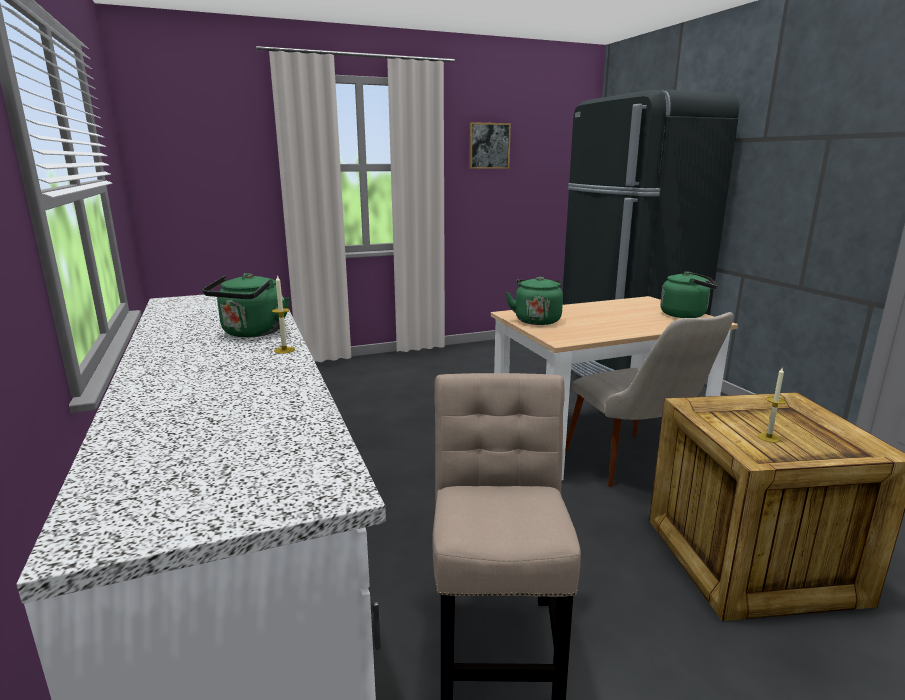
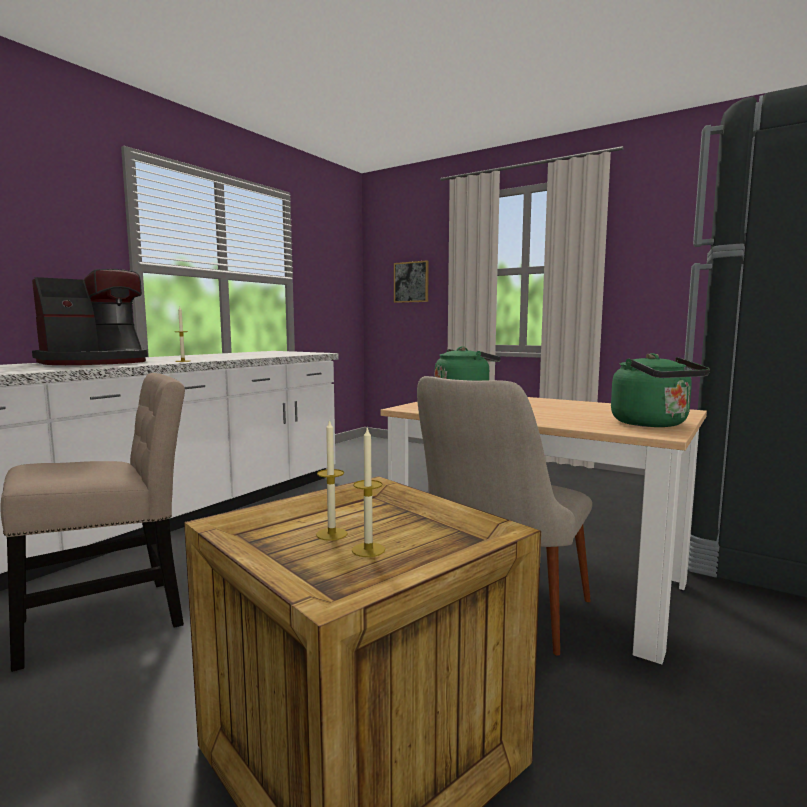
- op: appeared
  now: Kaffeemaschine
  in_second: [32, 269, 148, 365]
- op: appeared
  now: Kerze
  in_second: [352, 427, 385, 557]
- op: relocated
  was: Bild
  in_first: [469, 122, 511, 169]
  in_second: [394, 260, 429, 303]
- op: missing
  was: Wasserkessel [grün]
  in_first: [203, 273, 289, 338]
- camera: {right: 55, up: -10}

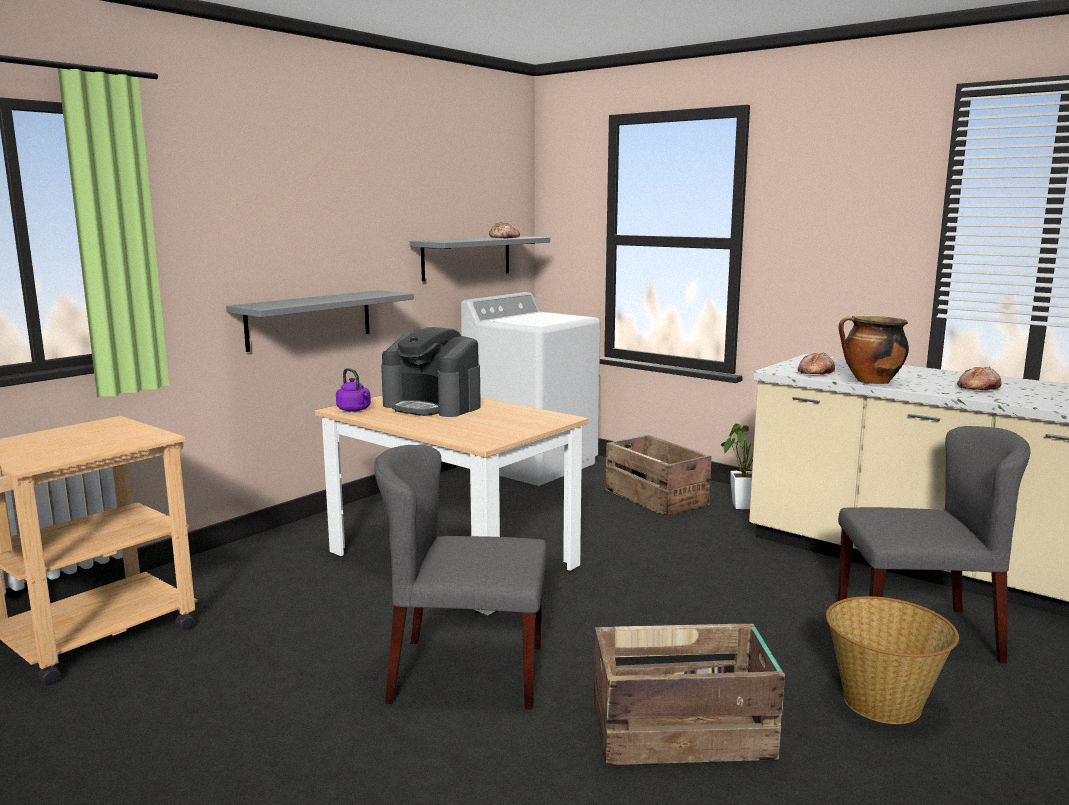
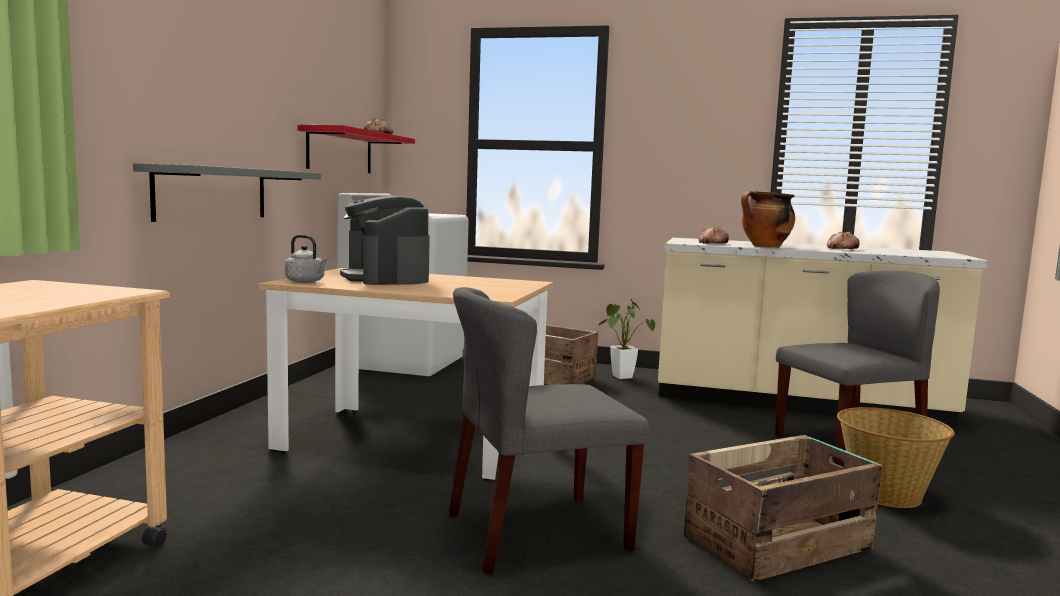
- op: colour
  was: Wasserkessel [lila]
  now: Wasserkessel [grau]
  in_first: [336, 368, 371, 412]
  in_second: [285, 235, 328, 283]
- op: colour
  was: Wandregal [grau]
  now: Wandregal [rot]
  in_first: [410, 236, 550, 281]
  in_second: [298, 125, 415, 173]
- op: spun
  was: Kaffeemaschine
  in_first: [381, 327, 481, 417]
  in_second: [340, 196, 430, 285]
  clockwise: 60
- camera: {right: -25, up: -5}

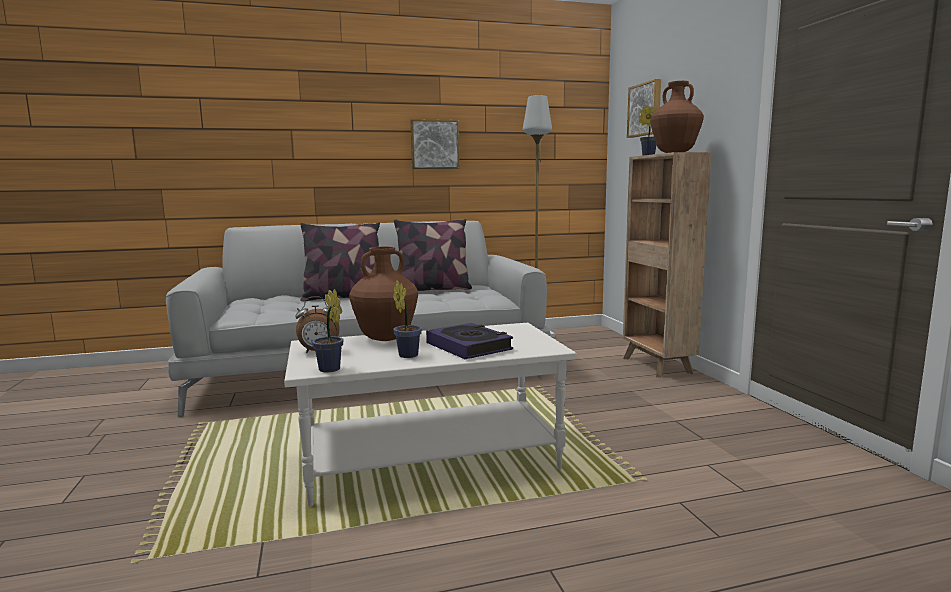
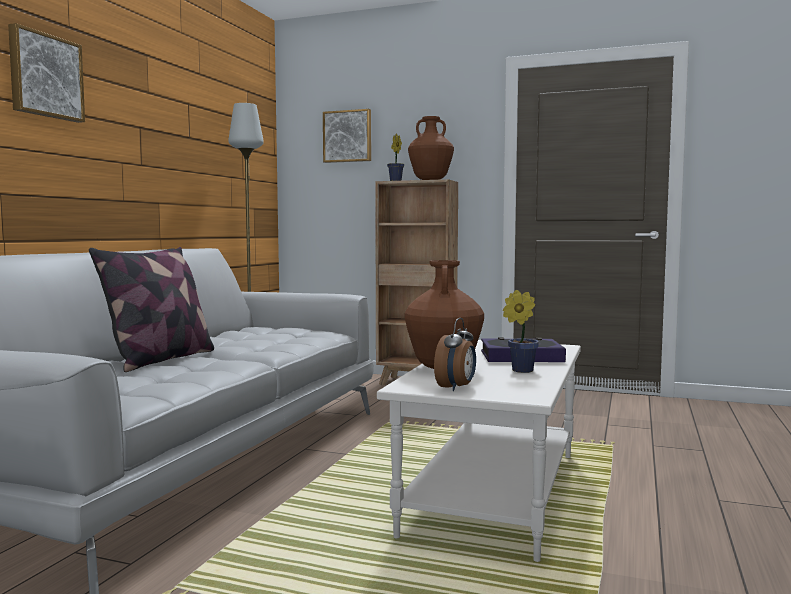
- op: relocated
  was: Bild
  in_first: [410, 119, 460, 169]
  in_second: [8, 23, 85, 123]
- op: missing
  was: Topfpflanze
  in_first: [312, 289, 343, 372]
- op: missing
  was: Kissen
  in_first: [394, 219, 472, 291]
- camera: {right: -55, up: -5}

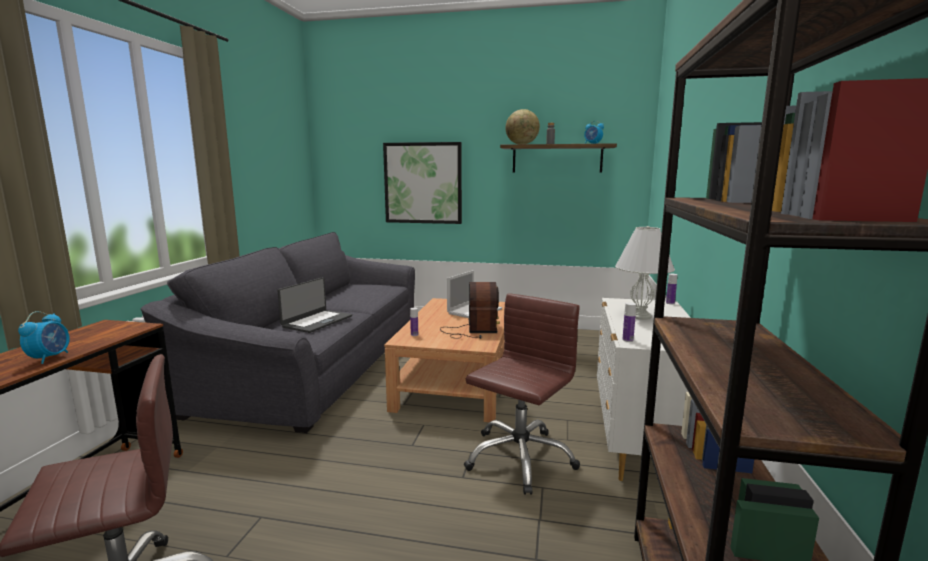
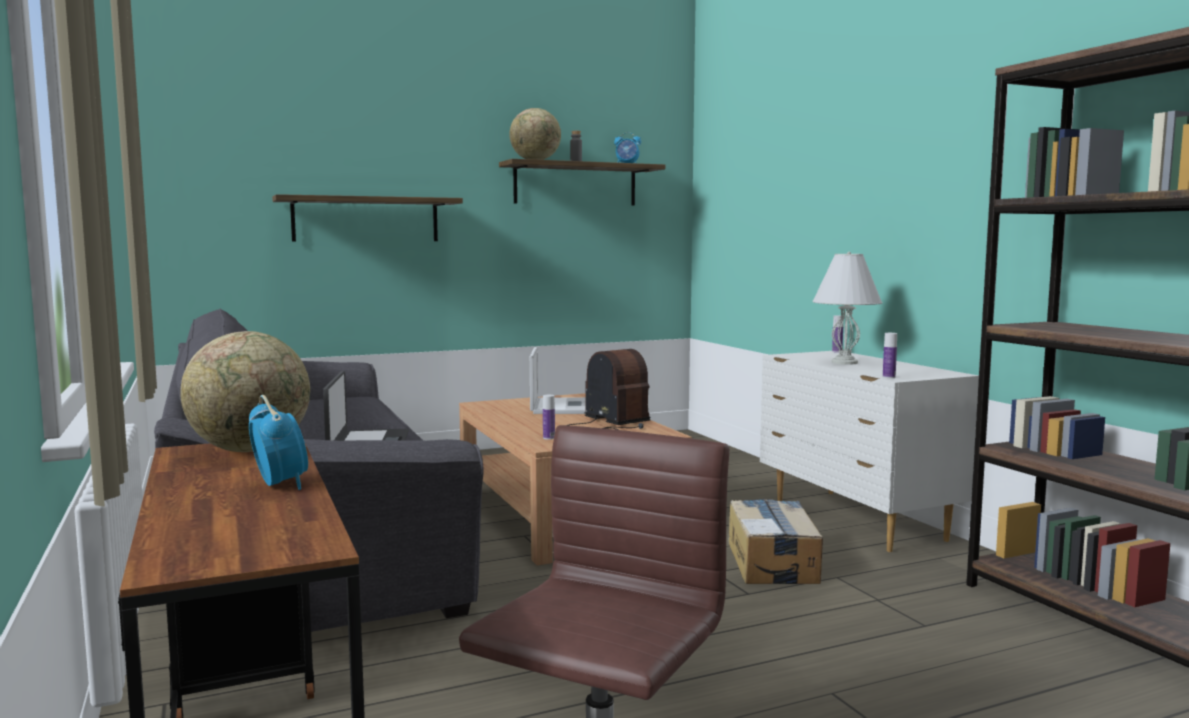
- op: appeared
  now: Globus
  in_second: [180, 331, 310, 452]
- op: exchanged
  was: Bild
  now: Wandregal
  in_first: [383, 142, 462, 224]
  in_second: [272, 194, 463, 241]
- op: exchanged
  was: Bürostuhl [braun]
  now: Karton
  in_first: [464, 293, 580, 495]
  in_second: [729, 499, 823, 584]
- camera: {right: -35, up: -5}

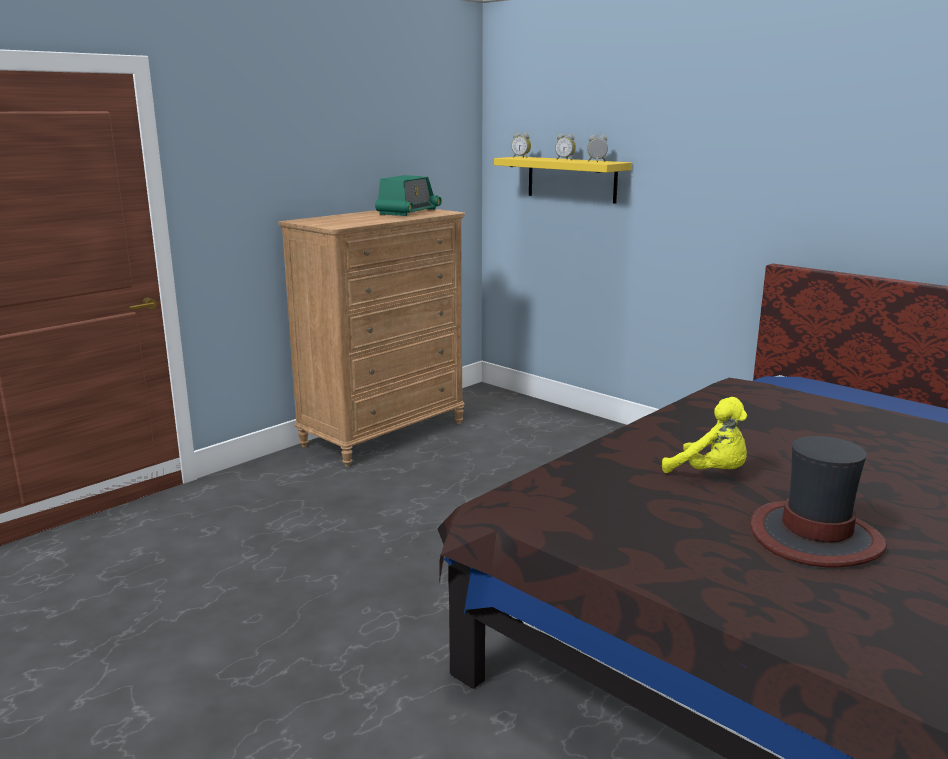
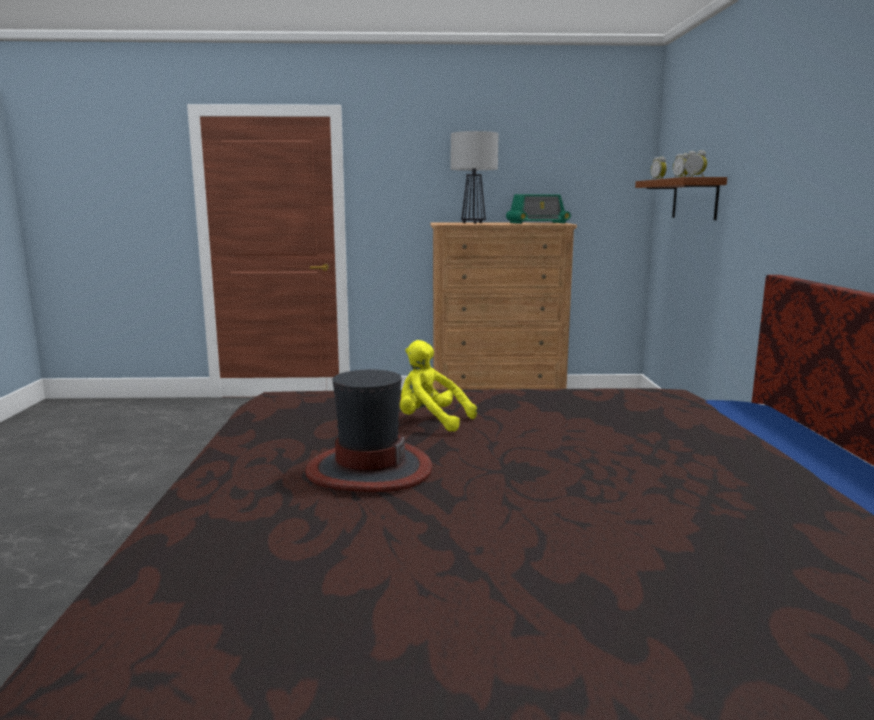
- op: spun
  was: Plüschtier [gelb]
  in_first: [662, 397, 747, 473]
  in_second: [400, 340, 477, 432]
  clockwise: 120
- op: appeared
  now: Tischlampe
  in_second: [451, 131, 498, 224]
- op: colour
  was: Wandregal [gelb]
  now: Wandregal [braun]
  in_first: [494, 156, 632, 204]
  in_second: [635, 177, 727, 220]
- camera: {right: 45, up: -5}

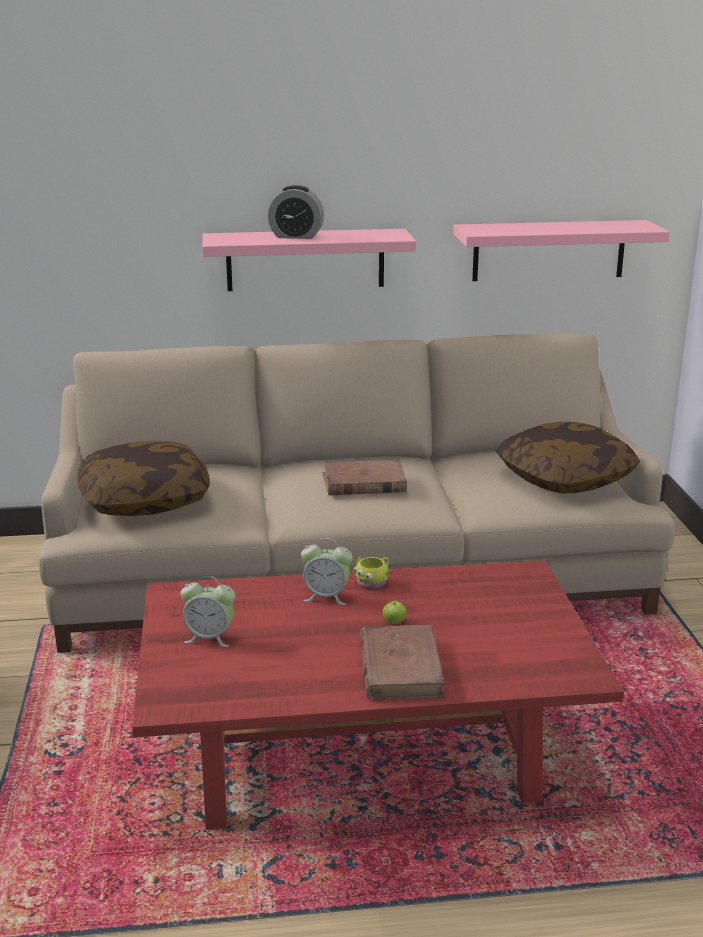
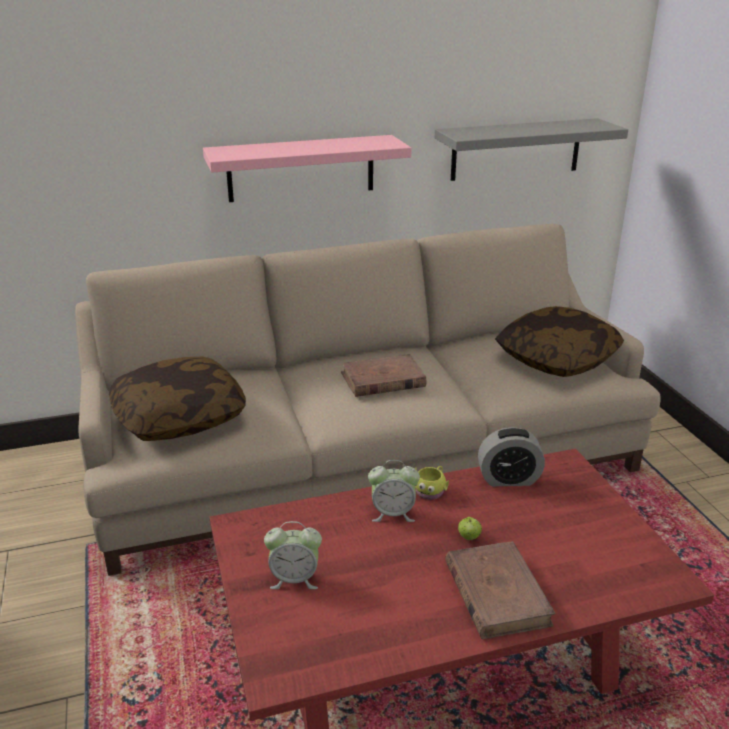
- op: colour
  was: Wandregal [rosa]
  now: Wandregal [grau]
  in_first: [453, 220, 670, 281]
  in_second: [435, 118, 628, 181]
- op: relocated
  was: Wecker
  in_first: [268, 185, 324, 239]
  in_second: [478, 427, 545, 486]
- camera: {right: -10, up: 5}

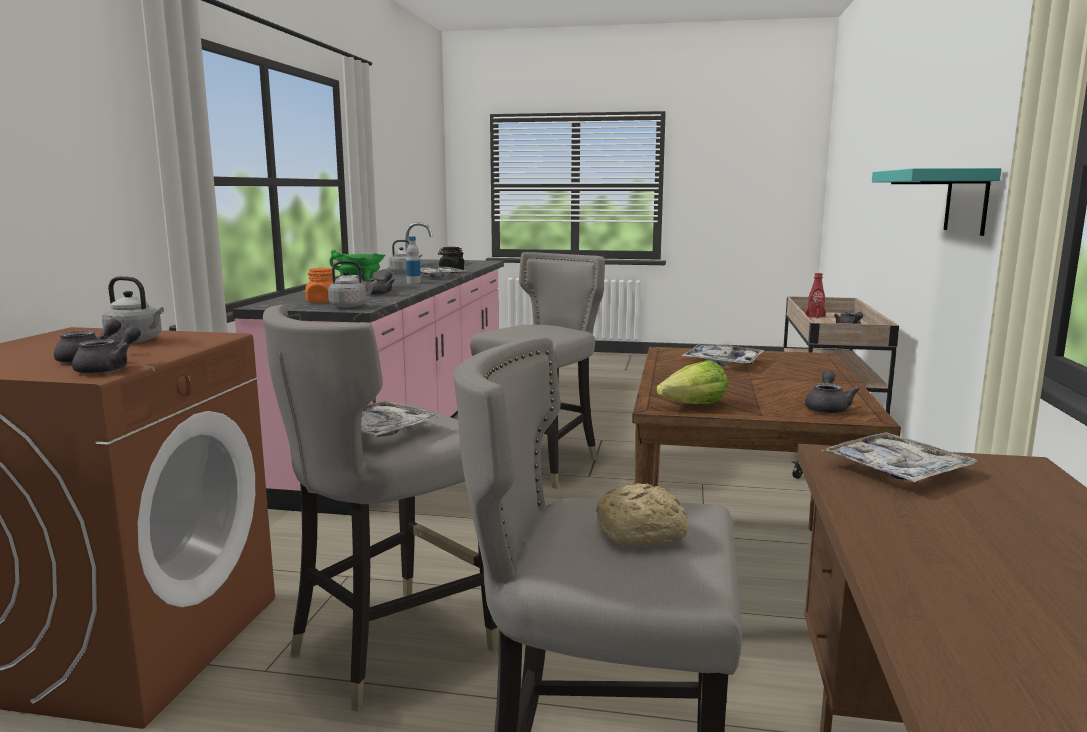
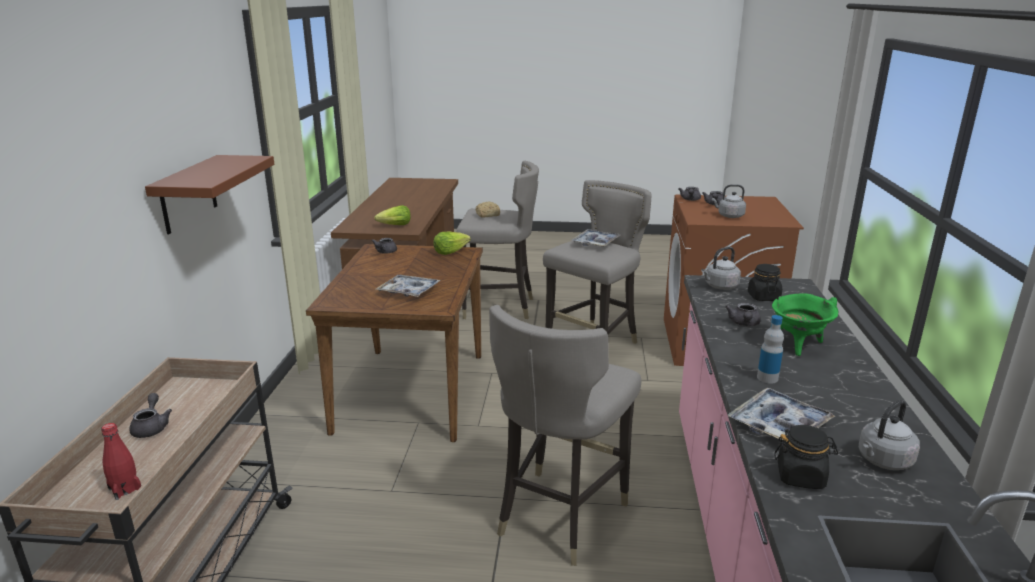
- op: colour
  was: Wandregal [türkis]
  now: Wandregal [braun]
  in_first: [872, 168, 1002, 236]
  in_second: [145, 155, 274, 234]
- op: exchanged
  was: Tablett
  now: Salatkopf
  in_first: [821, 432, 978, 482]
  in_second: [374, 205, 411, 225]
- op: colour
  was: Vorratsglas [orange]
  now: Vorratsglas [schwarz]
  in_first: [305, 268, 333, 303]
  in_second: [748, 264, 782, 301]
- camera: {right: 175, up: 10}

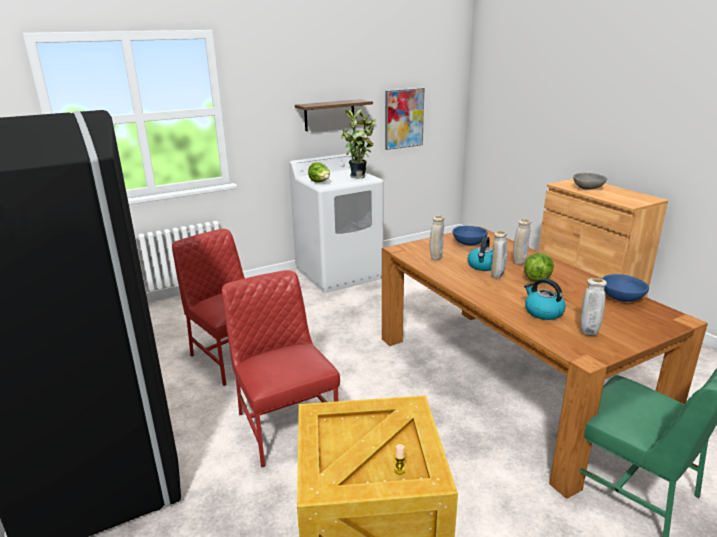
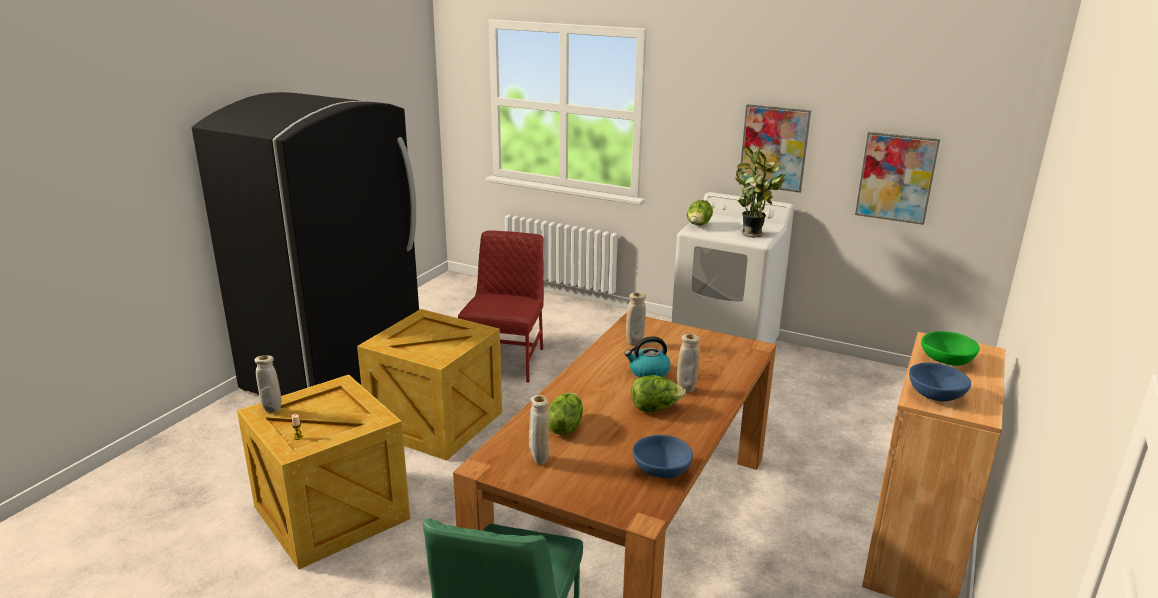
- op: relocated
  was: Vase [beige]
  in_first: [491, 231, 507, 279]
  in_second: [254, 355, 281, 412]
- op: exchanged
  was: Stuhl [rot]
  now: Kiste
  in_first: [222, 270, 340, 467]
  in_second: [357, 309, 502, 461]
- op: exchanged
  was: Wasserkessel
  now: Salatkopf
  in_first: [524, 278, 566, 320]
  in_second: [548, 393, 583, 435]
- op: exchanged
  was: Wandregal
  now: Bild
  in_first: [295, 99, 373, 131]
  in_second: [739, 104, 811, 193]
- op: relocated
  was: Schüssel [blau]
  in_first: [453, 226, 488, 246]
  in_second: [909, 363, 971, 401]
- op: colour
  was: Schüssel [grau]
  now: Schüssel [grün]
  in_first: [573, 173, 607, 190]
  in_second: [921, 331, 980, 366]
- camera: {right: 55, up: 0}

